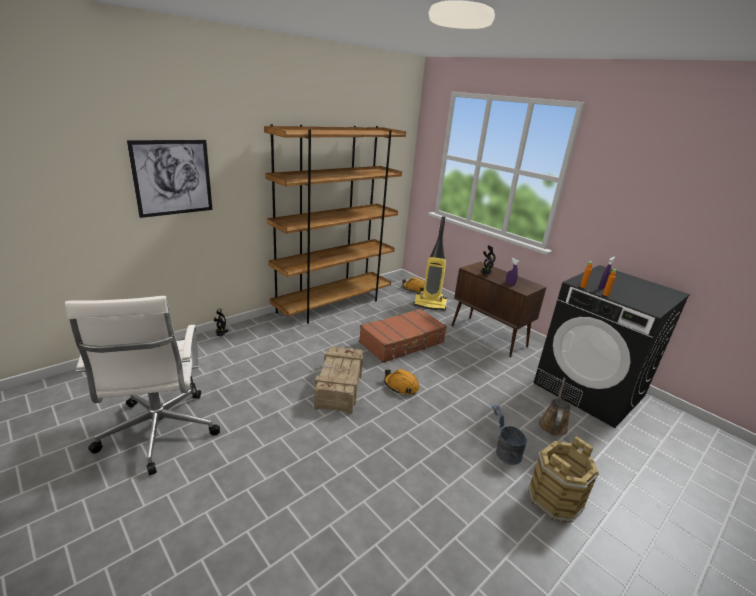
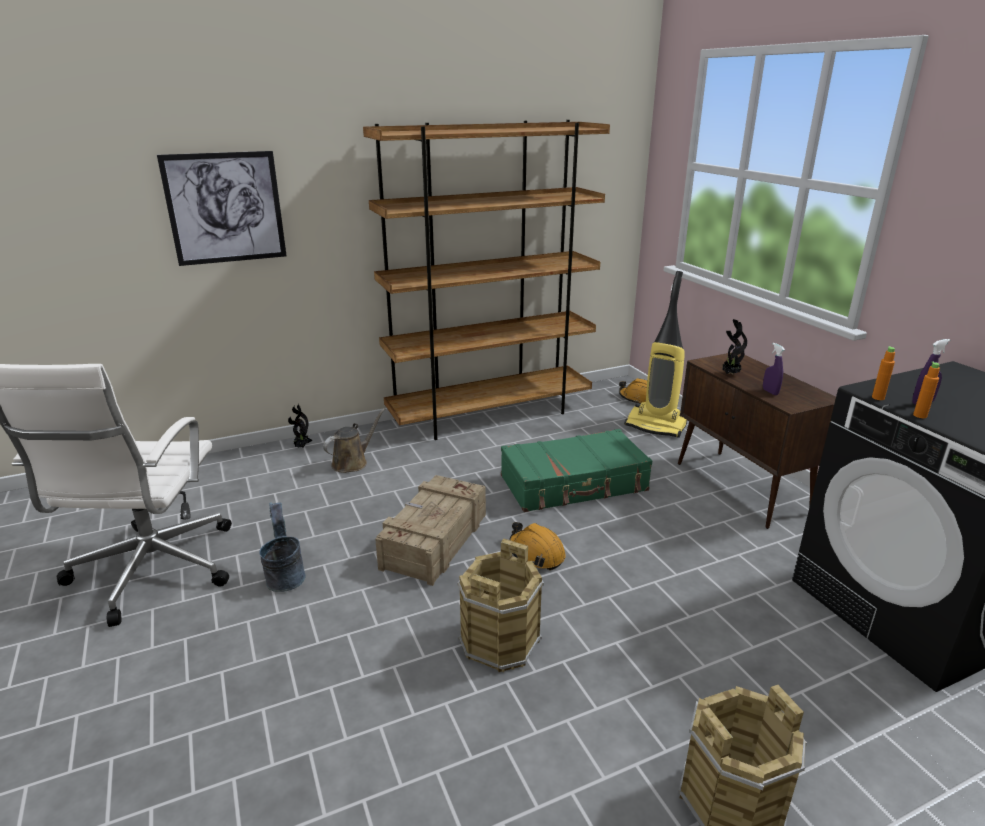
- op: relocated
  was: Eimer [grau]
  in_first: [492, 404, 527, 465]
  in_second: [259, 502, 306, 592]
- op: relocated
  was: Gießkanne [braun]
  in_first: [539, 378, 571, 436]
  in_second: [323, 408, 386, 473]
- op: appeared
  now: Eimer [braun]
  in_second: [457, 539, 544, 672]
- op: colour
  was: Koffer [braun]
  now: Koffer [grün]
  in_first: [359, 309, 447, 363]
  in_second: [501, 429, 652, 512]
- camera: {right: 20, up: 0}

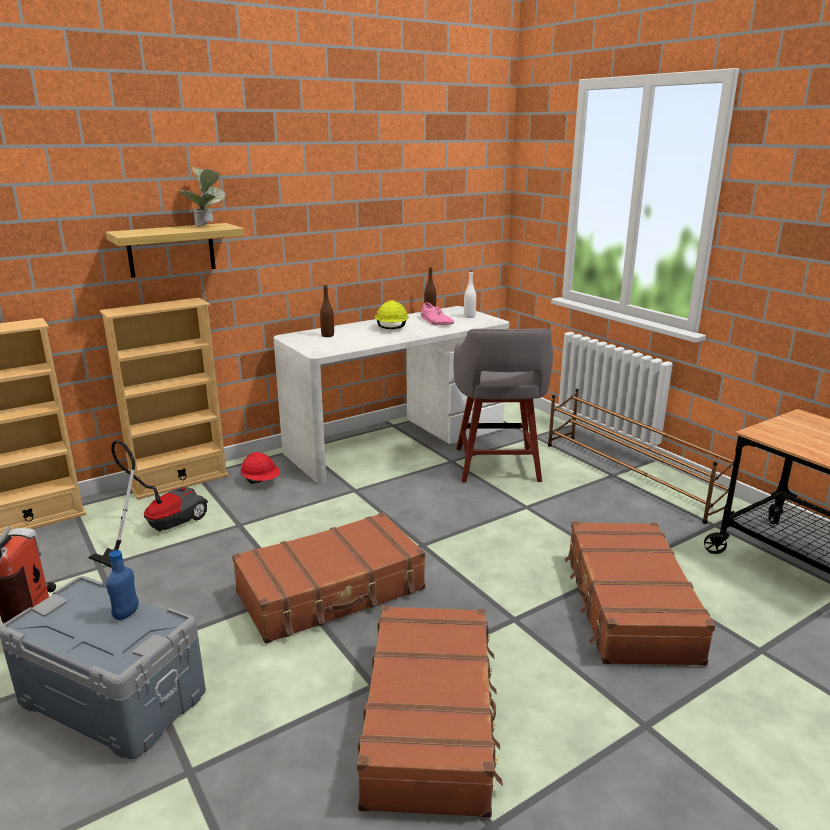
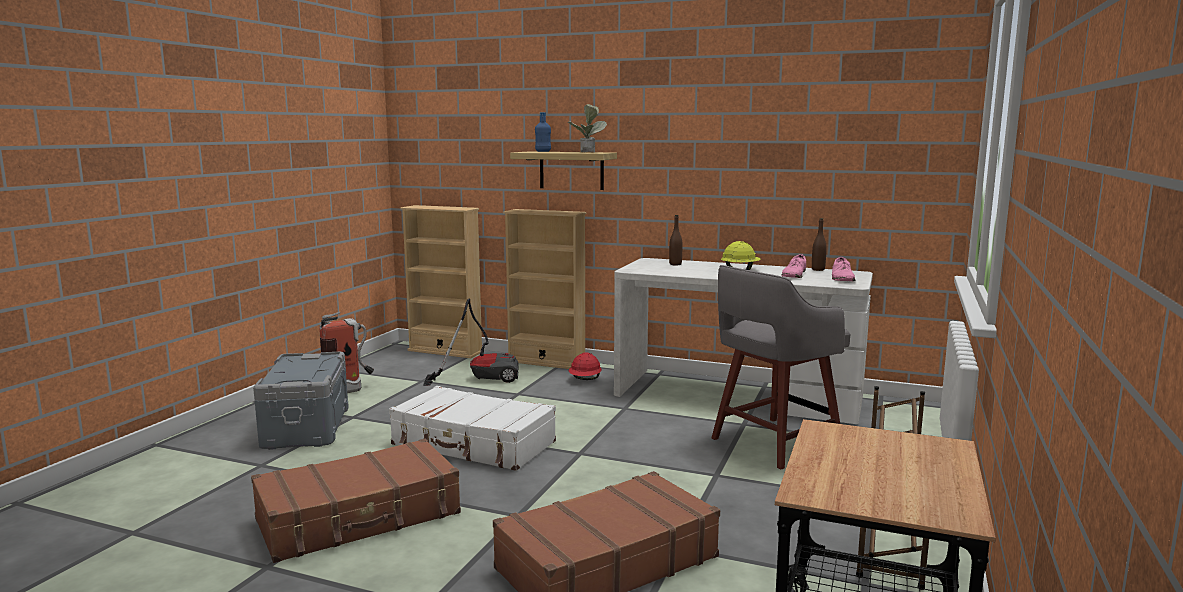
- op: colour
  was: Koffer [braun]
  now: Koffer [weiß]
  in_first: [232, 512, 425, 644]
  in_second: [389, 386, 556, 471]
- op: relocated
  was: Flasche [blau]
  in_first: [106, 550, 139, 620]
  in_second: [535, 112, 551, 152]
- op: exchanged
  was: Flasche [weiß]
  now: Schuh [rosa]
  in_first: [464, 270, 476, 318]
  in_second: [832, 257, 855, 281]
- camera: {right: 55, up: -10}

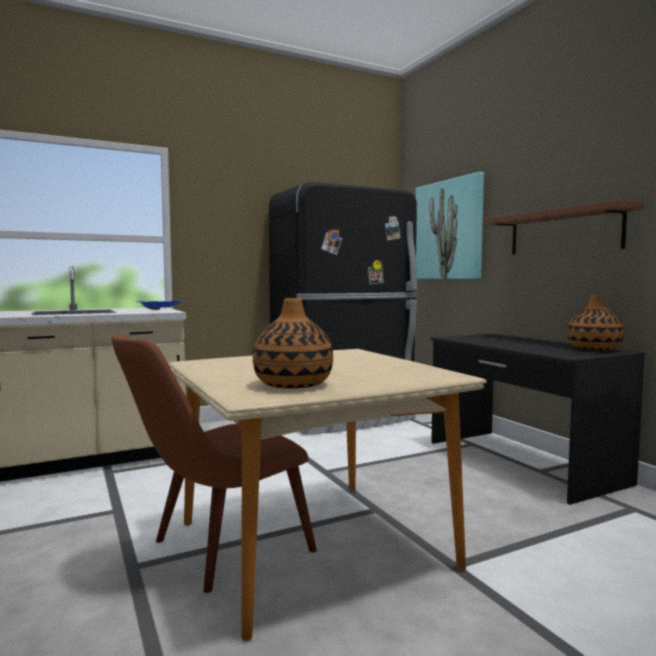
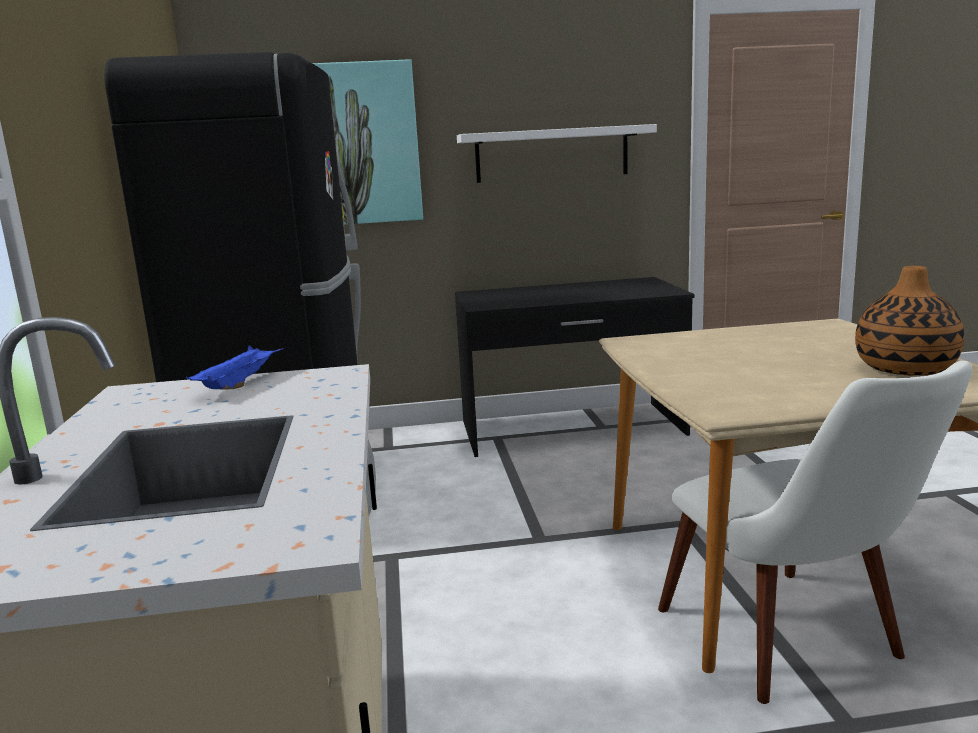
- op: colour
  was: Wandregal [braun]
  now: Wandregal [weiß]
  in_first: [482, 200, 644, 255]
  in_second: [457, 124, 657, 183]
- op: colour
  was: Stuhl [braun]
  now: Stuhl [weiß]
  in_first: [112, 333, 317, 593]
  in_second: [658, 361, 972, 704]
- op: missing
  was: Vase
  in_first: [567, 295, 624, 351]
- camera: {right: -70, up: 10}

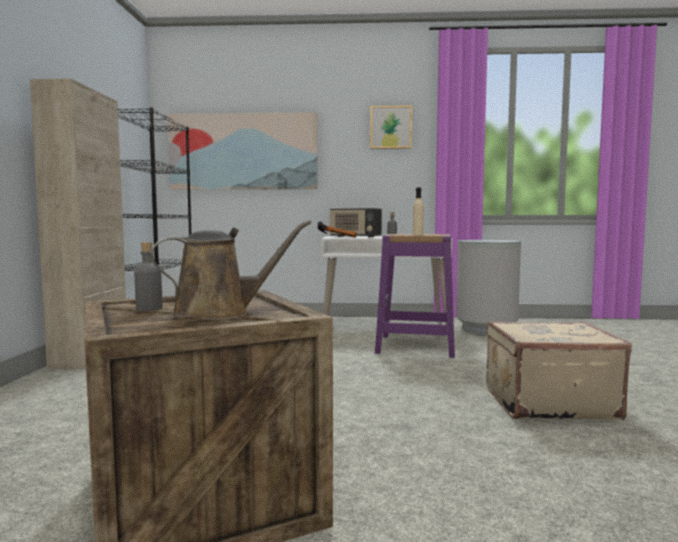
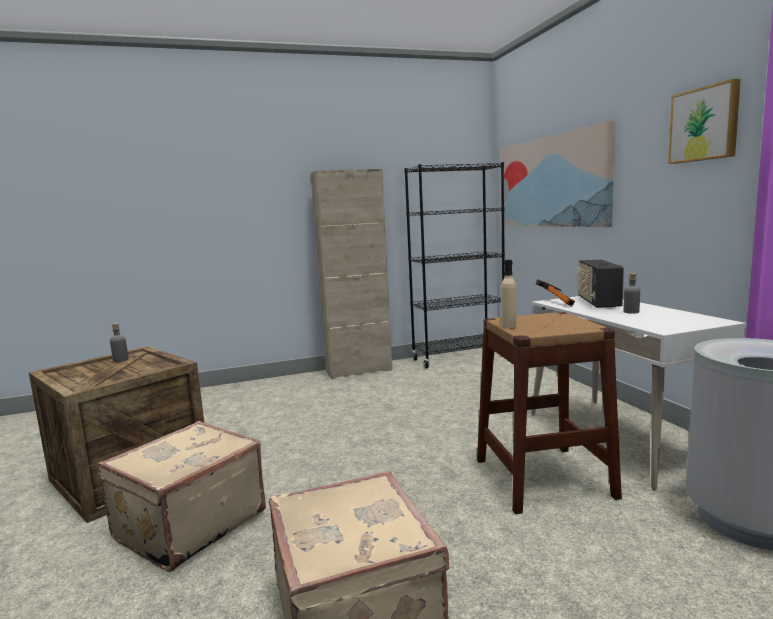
- op: appeared
  now: Koffer [beige]
  in_second: [97, 421, 266, 572]
- op: colour
  was: Hocker [lila]
  now: Hocker [braun]
  in_first: [375, 234, 455, 358]
  in_second: [477, 312, 622, 514]
- op: missing
  was: Gießkanne [braun]
  in_first: [150, 220, 311, 320]
- camera: {right: 70, up: 5}

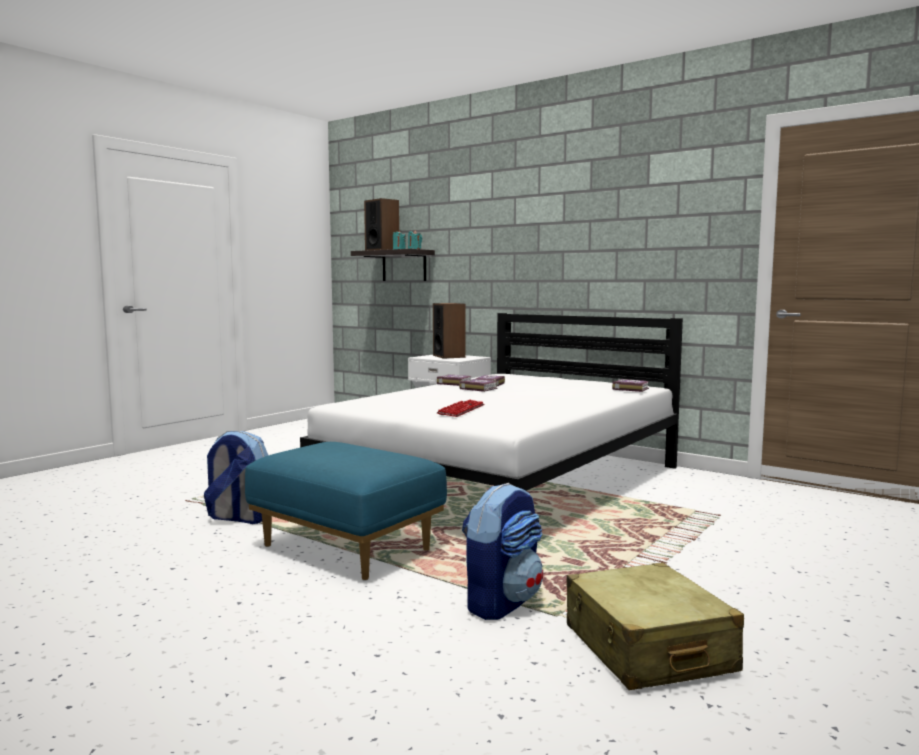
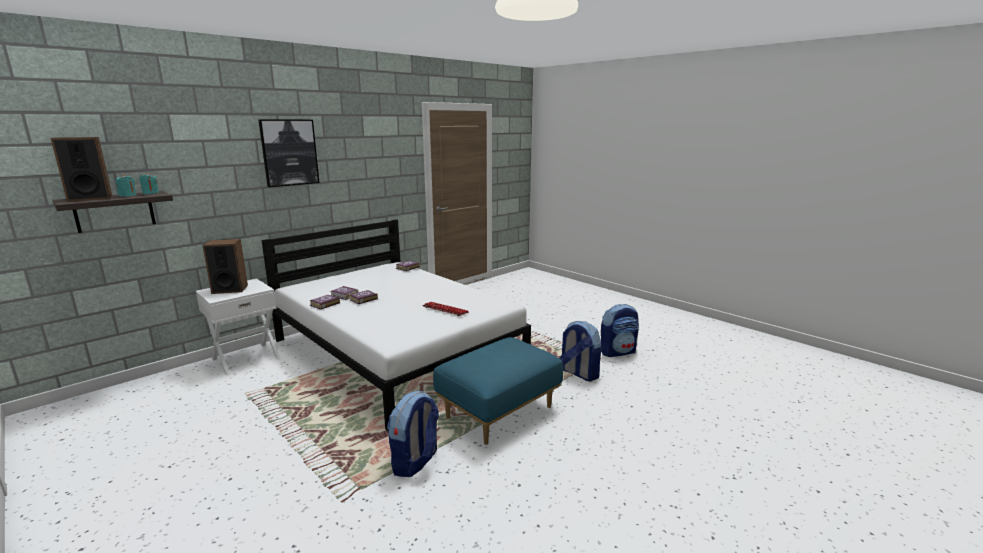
- op: appeared
  now: Bild
  in_second: [259, 120, 319, 187]
- op: exchanged
  was: Koffer [beige]
  now: Rucksack
  in_first: [567, 562, 744, 690]
  in_second: [601, 304, 639, 357]
- camera: {right: -80, up: 10}

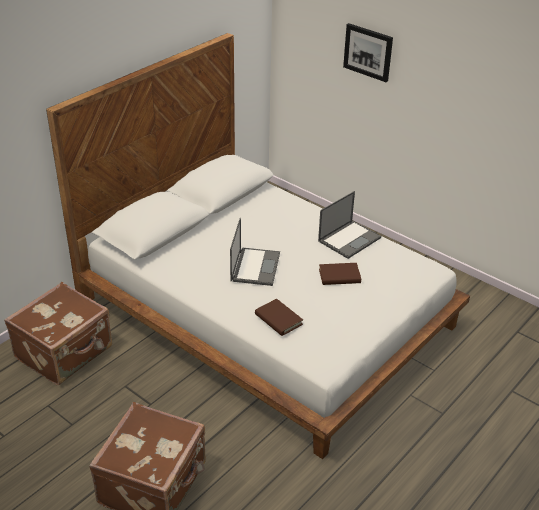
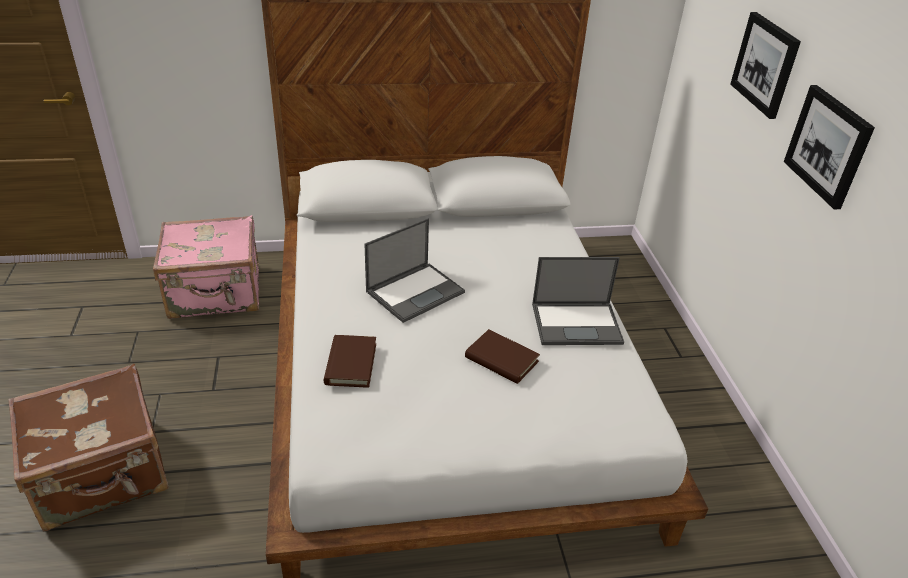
- op: colour
  was: Koffer [braun]
  now: Koffer [rosa]
  in_first: [4, 282, 112, 385]
  in_second: [153, 215, 259, 319]
- op: appeared
  now: Bild
  in_second: [784, 85, 875, 210]
- camera: {right: 40, up: 0}

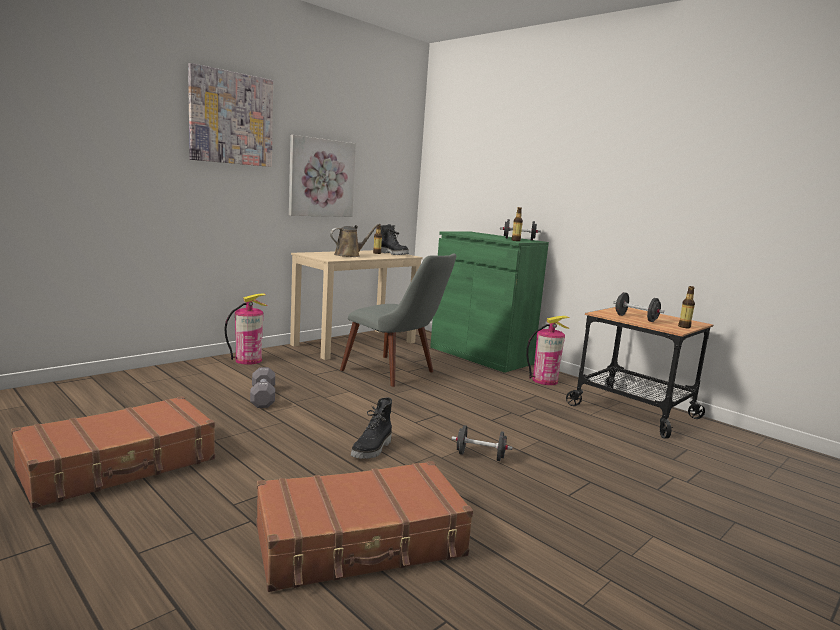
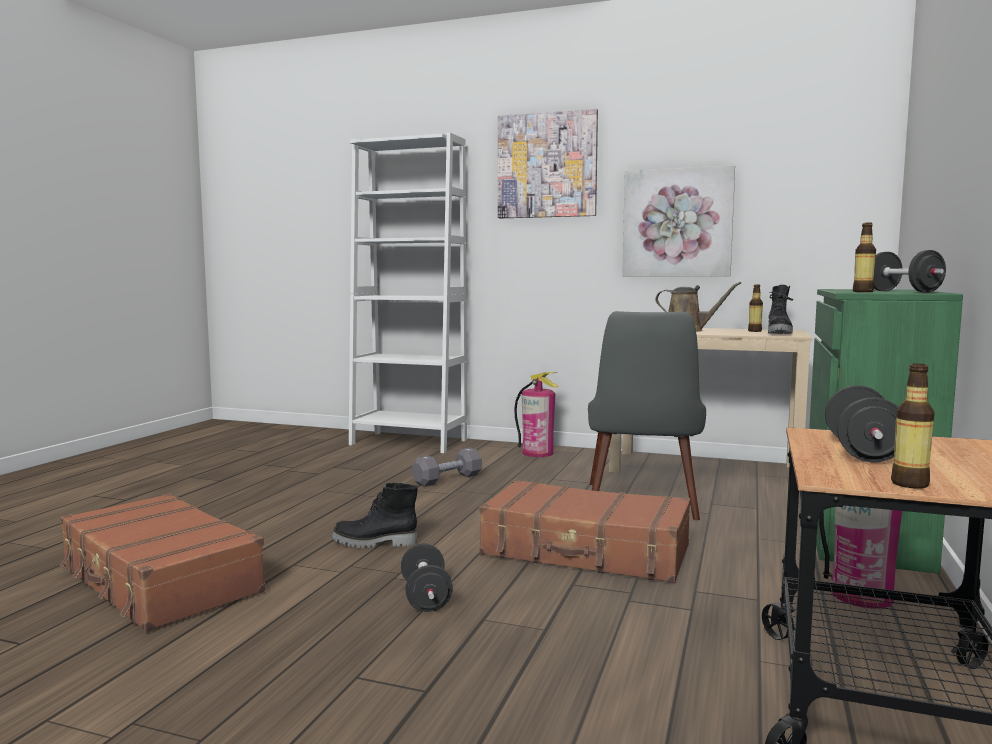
- op: appeared
  now: Bücherregal [weiß]
  in_second: [349, 132, 467, 453]
- op: relocated
  was: Koffer [braun]
  in_first: [11, 396, 215, 509]
  in_second: [479, 480, 690, 583]
- camera: {right: 65, up: -5}

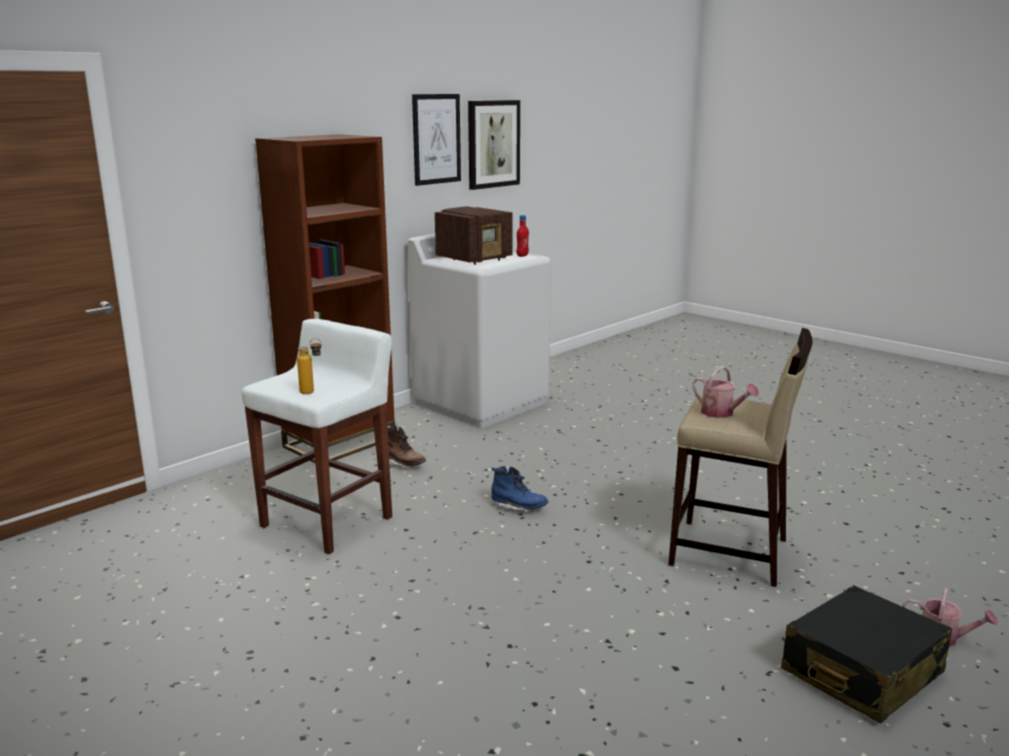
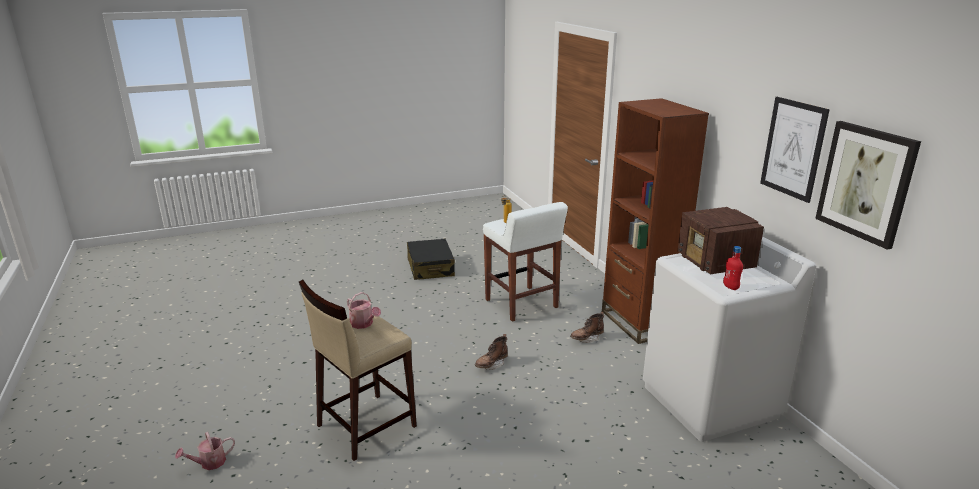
- op: spun
  was: Gießkanne
  in_first: [692, 366, 759, 418]
  in_second: [347, 292, 381, 329]
  clockwise: -120
- op: relocated
  was: Koffer [schwarz]
  in_first: [781, 585, 952, 723]
  in_second: [407, 239, 455, 280]
- op: colour
  was: Stiefel [blau]
  now: Stiefel [braun]
  in_first: [491, 466, 549, 512]
  in_second: [475, 334, 508, 370]
- camera: {right: 115, up: 5}

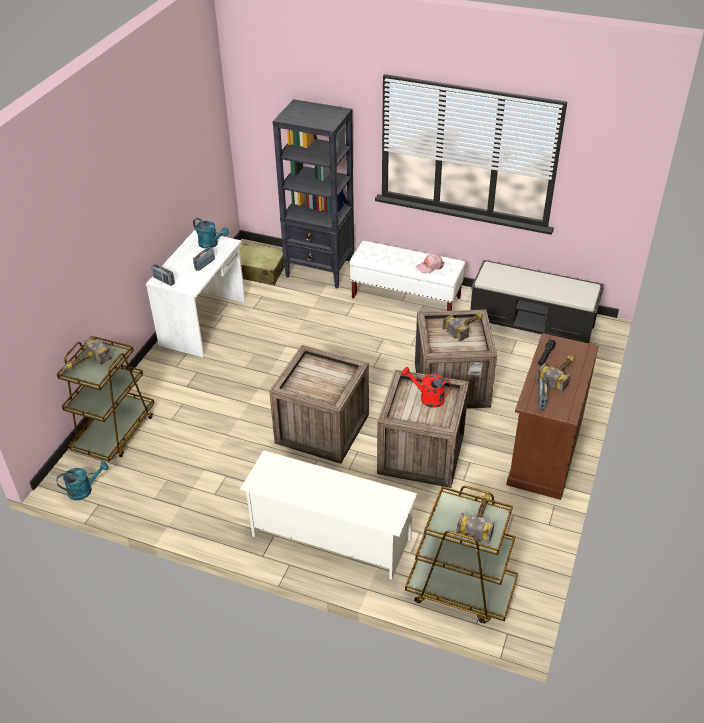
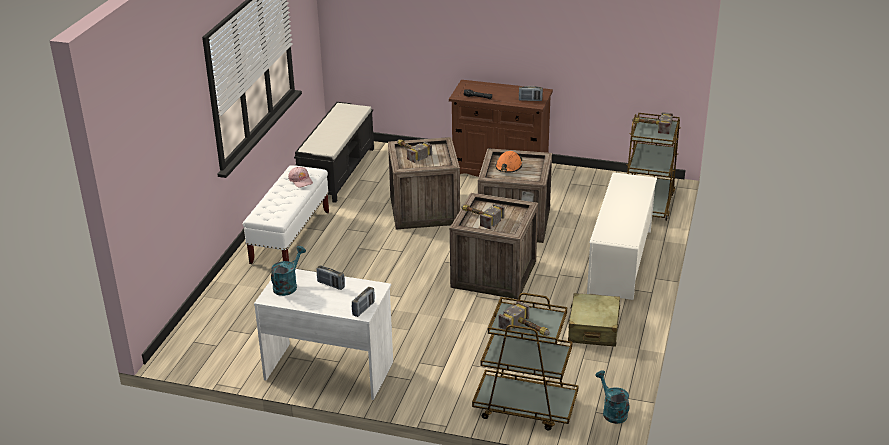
- op: relocated
  was: Hammer
  in_first: [536, 355, 574, 393]
  in_second: [461, 204, 504, 229]
- op: exchanged
  was: Gießkanne [rot]
  now: Schutzhelm [orange]
  in_first: [402, 367, 452, 408]
  in_second: [495, 151, 523, 173]
- op: relocated
  was: Koffer [beige]
  in_first: [240, 243, 284, 285]
  in_second: [568, 293, 620, 346]
- op: missing
  was: Bücherregal [schwarz]
  in_first: [272, 99, 354, 289]
- camera: {right: -95, up: -10}

